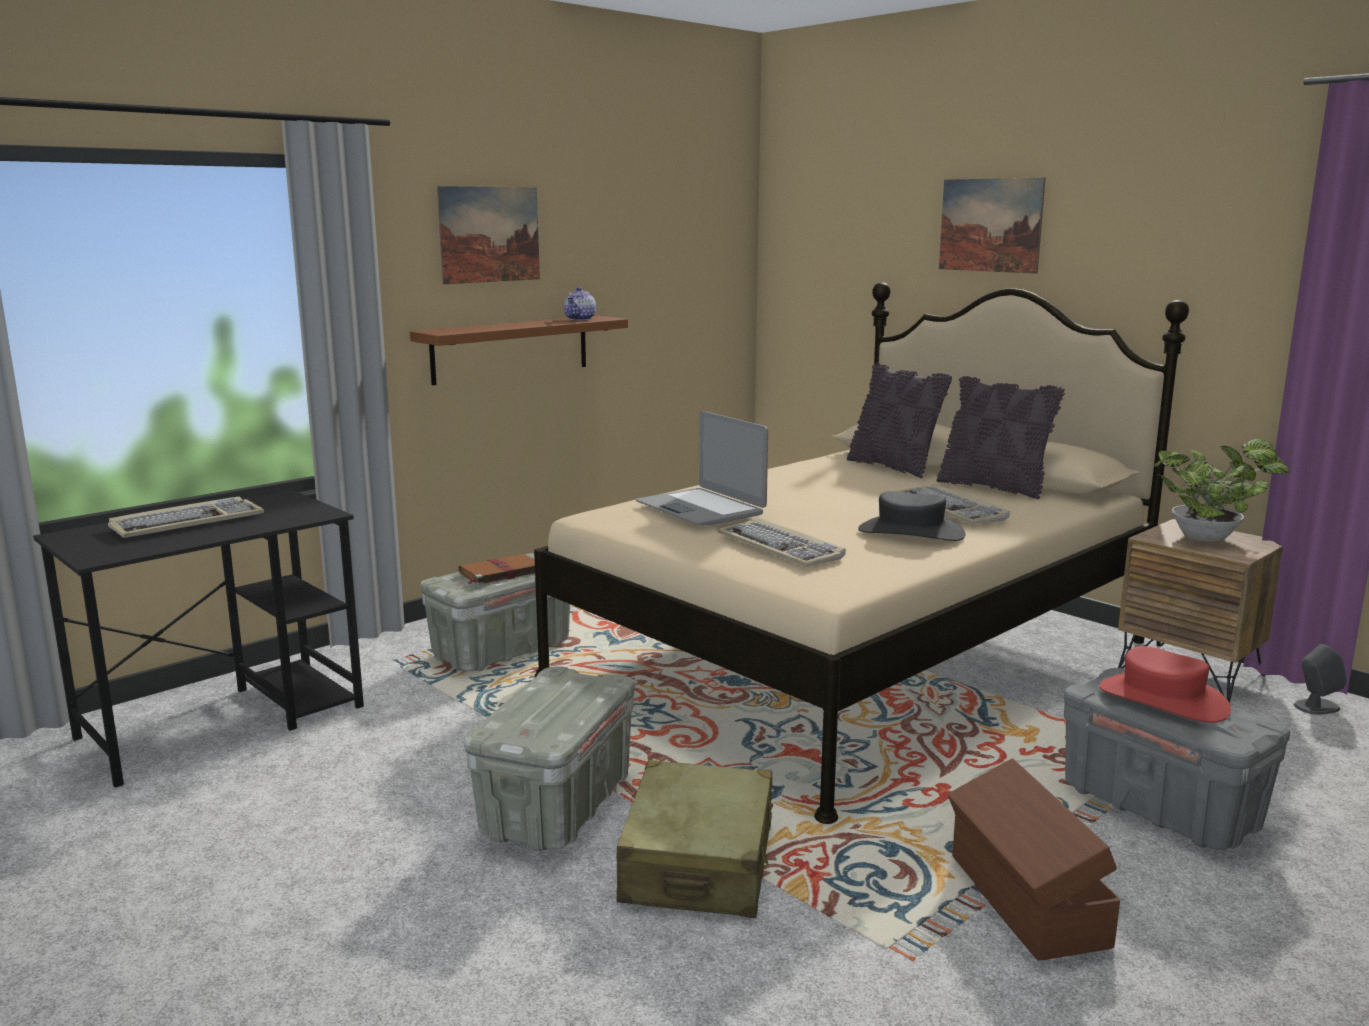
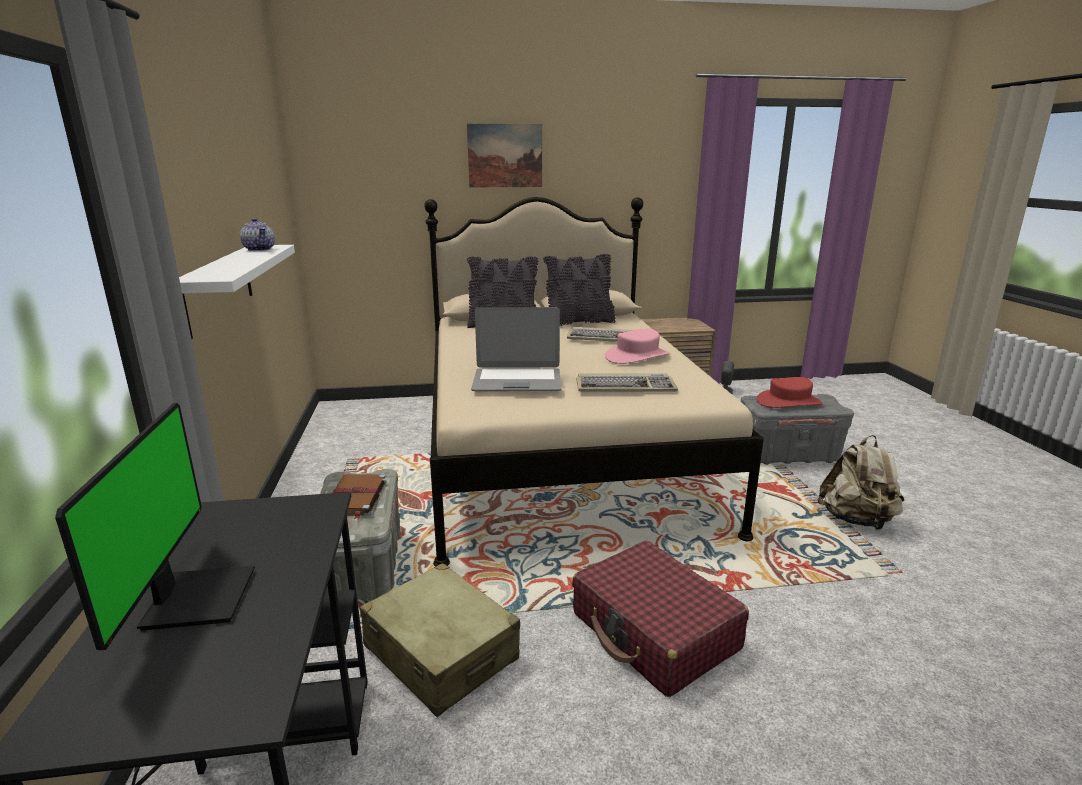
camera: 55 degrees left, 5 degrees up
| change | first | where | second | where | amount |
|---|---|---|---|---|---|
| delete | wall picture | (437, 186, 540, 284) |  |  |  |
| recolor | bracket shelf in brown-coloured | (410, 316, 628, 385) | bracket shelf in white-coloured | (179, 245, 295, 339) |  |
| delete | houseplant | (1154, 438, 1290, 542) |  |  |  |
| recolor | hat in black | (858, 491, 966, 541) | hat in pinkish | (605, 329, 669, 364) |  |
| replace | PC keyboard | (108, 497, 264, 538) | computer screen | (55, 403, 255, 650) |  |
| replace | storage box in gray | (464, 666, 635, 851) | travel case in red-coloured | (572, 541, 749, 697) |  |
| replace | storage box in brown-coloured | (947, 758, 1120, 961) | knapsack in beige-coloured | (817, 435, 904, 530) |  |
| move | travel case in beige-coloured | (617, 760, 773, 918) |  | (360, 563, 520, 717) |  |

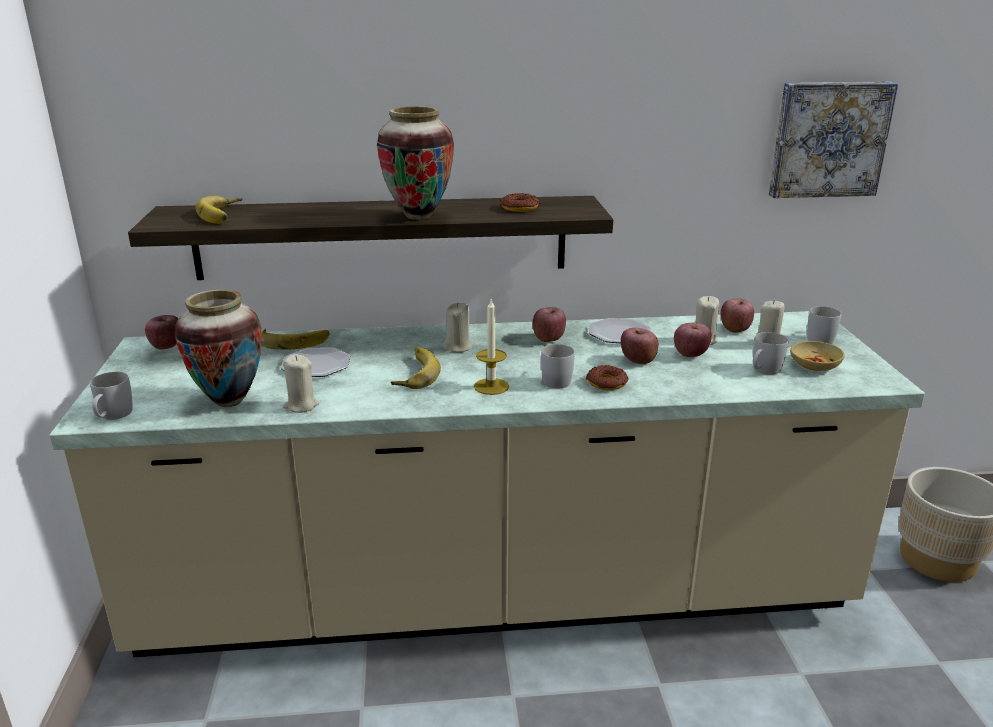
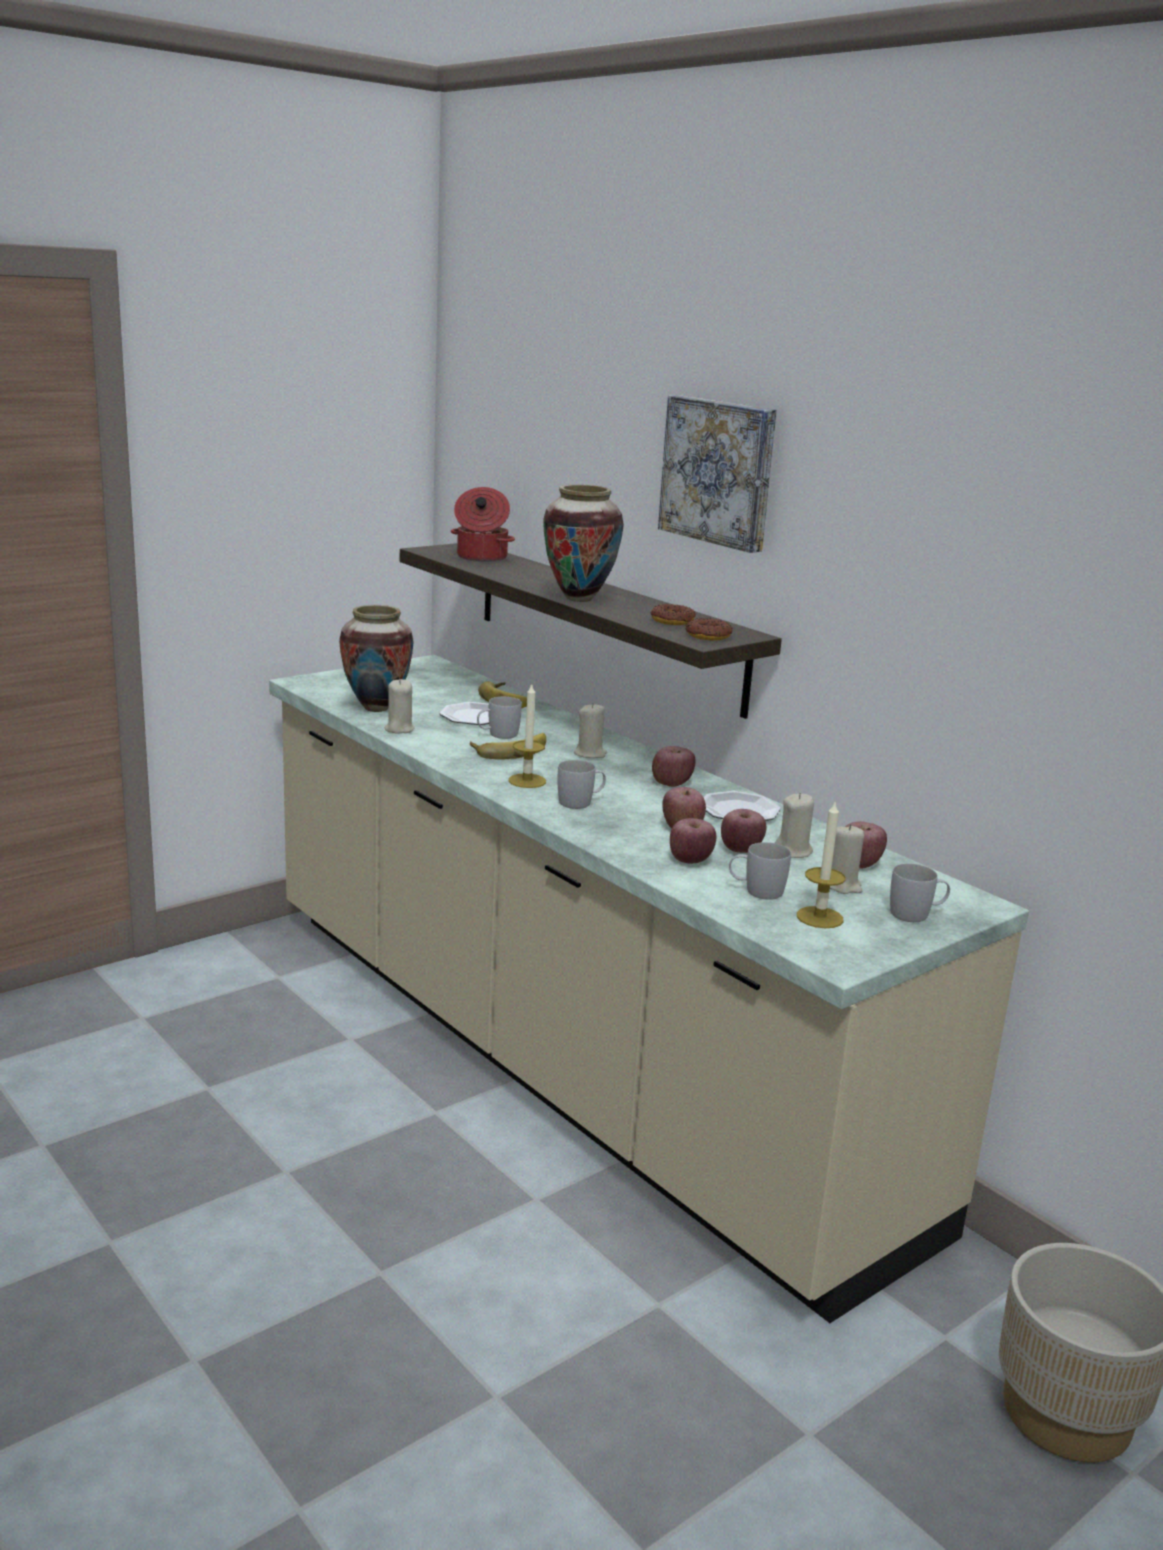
camera: 55 degrees right, 5 degrees down
| change | first | where | second | where | amount |
|---|---|---|---|---|---|
| move | wall picture | (769, 82, 898, 198) |  | (658, 395, 777, 553) |  |
| replace | banana fruit | (195, 196, 242, 224) | cooking pot | (451, 487, 515, 562) |  |
| move | whole apple | (145, 315, 179, 350) |  | (670, 818, 717, 864) |  |
| replace | serving bowl in beige-coloured | (790, 341, 845, 371) | wax light | (797, 802, 846, 928) |  |
| move | ring doughnut | (585, 365, 628, 390) |  | (686, 618, 733, 640) |  |
| move | coffee mug in white-coloured | (90, 372, 133, 420) |  | (477, 697, 522, 739) |  |

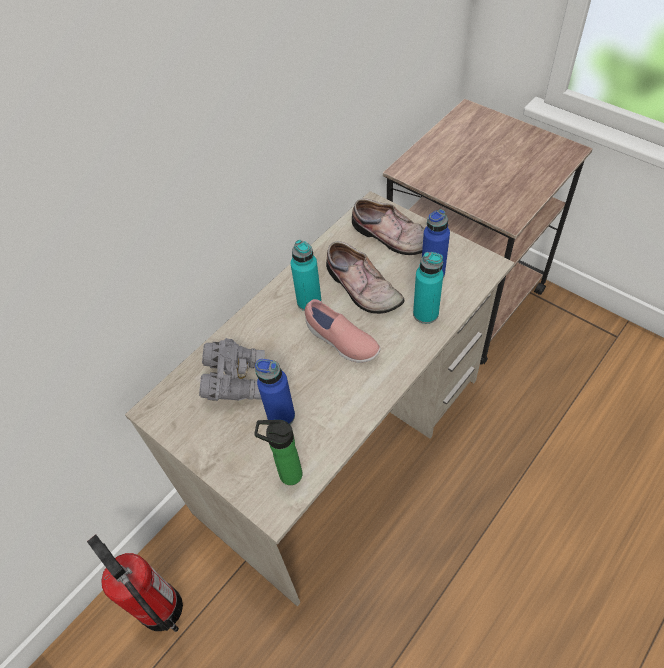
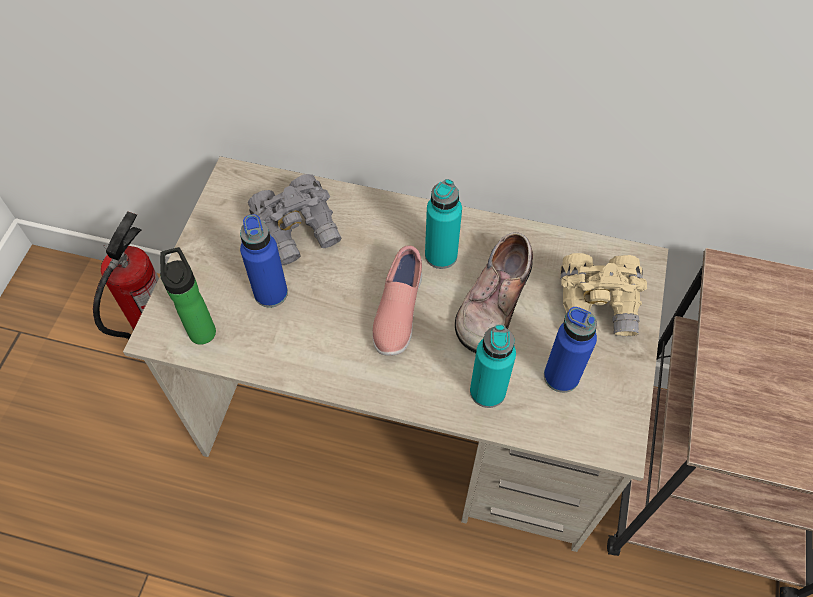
camera: 60 degrees right, 5 degrees up
| change | first | where | second | where | amount |
|---|---|---|---|---|---|
| replace | shoe | (352, 198, 425, 255) | pair of binoculars in beige-coloured | (560, 253, 647, 336) |  |

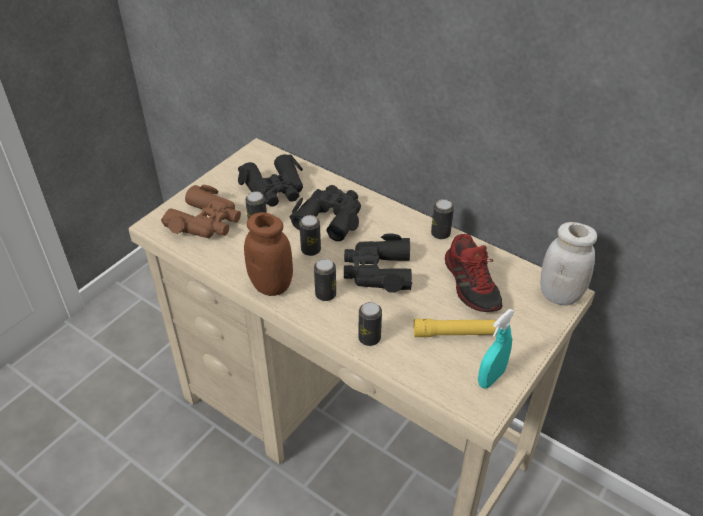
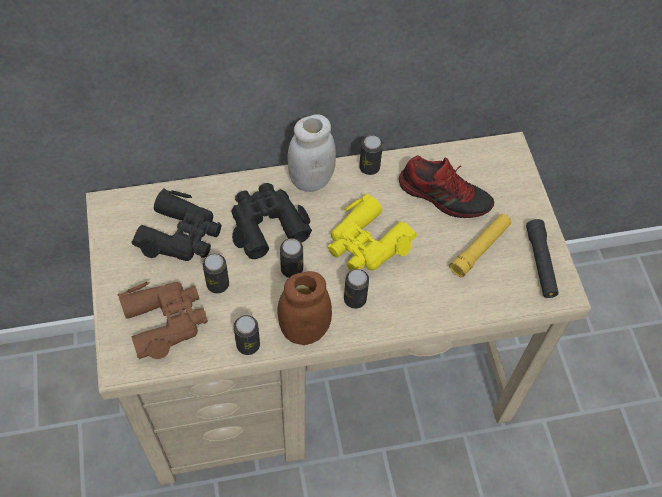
camera: 50 degrees left, 15 degrees up
| change | first | where | second | where | amount |
|---|---|---|---|---|---|
| move | preserve jar in white-coloured | (540, 222, 597, 306) |  | (288, 114, 336, 192) |  |
| recolor | pair of binoculars in black | (344, 233, 412, 293) | pair of binoculars in yellow | (328, 193, 417, 270) |  |
| move | sealed can | (358, 302, 382, 346) |  | (234, 315, 260, 355) |  |
| replace | spray bottle in turquoise | (478, 309, 515, 389) | flashlight in black | (526, 219, 559, 298) |  |

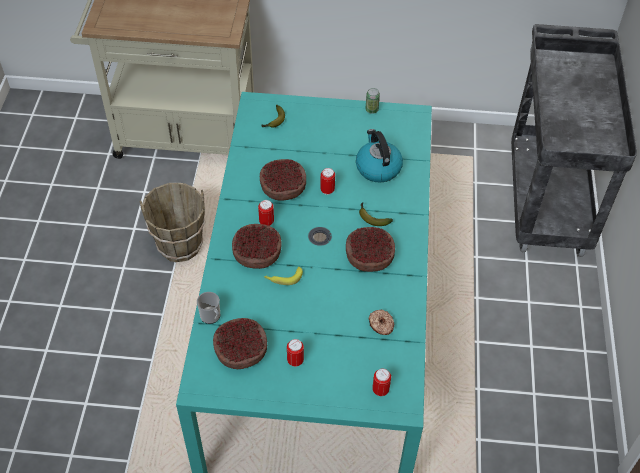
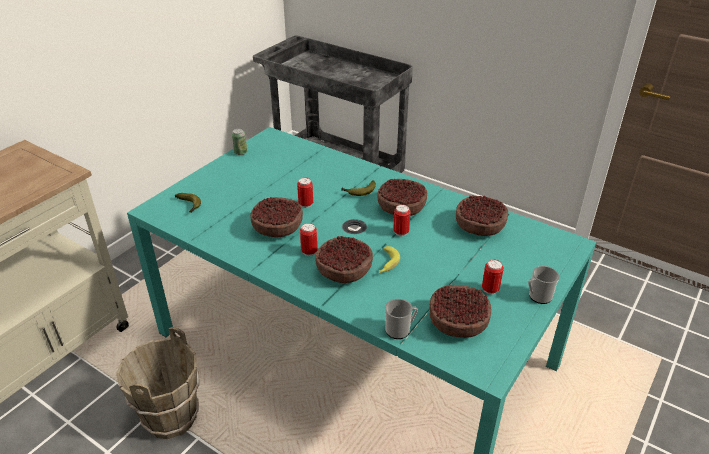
camera: 60 degrees left, 15 degrees down
| change | first | where | second | where | amount |
|---|---|---|---|---|---|
| delete | kettle | (356, 129, 403, 183) |  |  |  |
| replace | ring doughnut | (368, 310, 394, 335) | serving bowl | (456, 195, 508, 236) |  |
| move | sealed can | (372, 368, 391, 396) |  | (393, 204, 410, 236) |  |
| insert |  |  | coffee mug | (528, 266, 559, 304) |  |

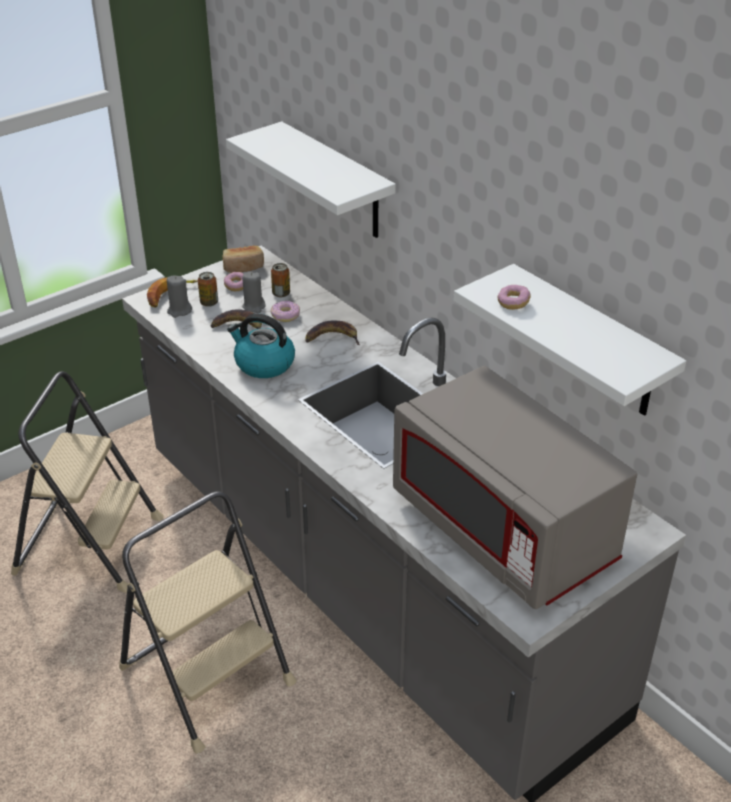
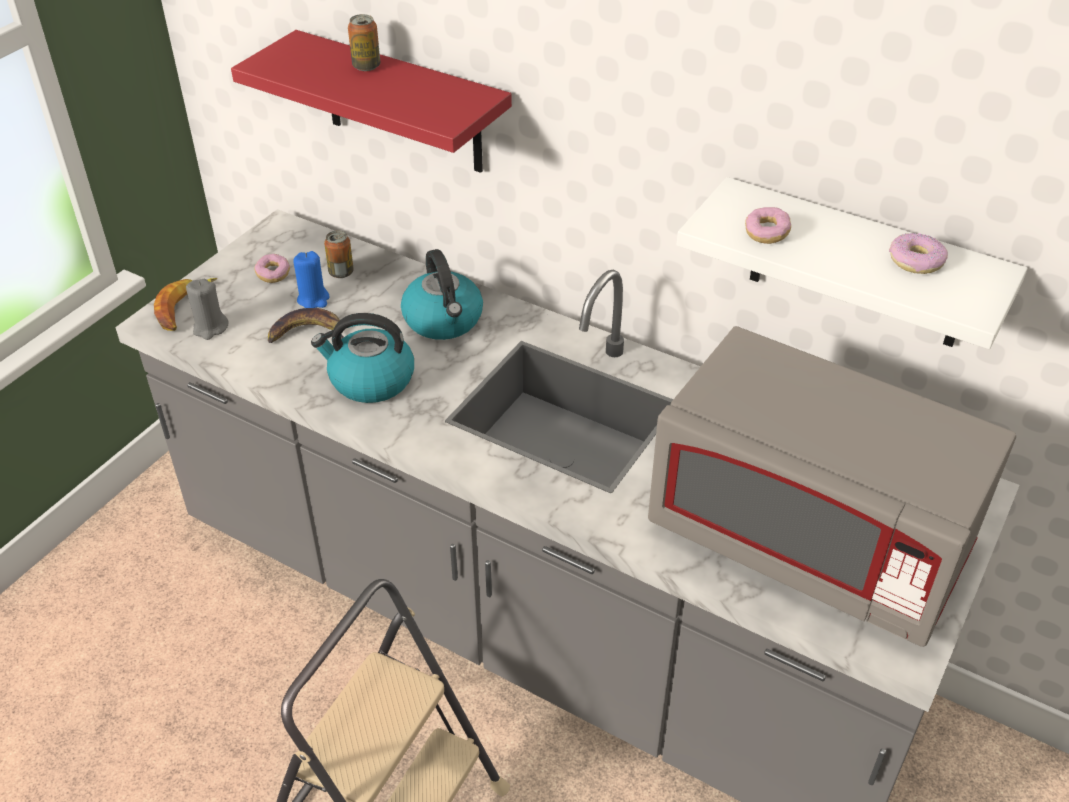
camera: 20 degrees left, 5 degrees up
| change | first | where | second | where | amount |
|---|---|---|---|---|---|
| recolor | bracket shelf in white-coloured | (226, 121, 396, 238) | bracket shelf in red-coloured | (231, 30, 512, 173) |  |
| delete | bakery bread | (222, 246, 264, 273) |  |  |  |
| move | sealed can | (198, 272, 218, 307) |  | (348, 14, 381, 71) |  |
| recolor | wax light in gray | (242, 272, 266, 313) | wax light in blue | (293, 251, 330, 308) |  |
| move | ring doughnut | (271, 300, 300, 322) |  | (889, 233, 948, 274) |  |
| replace | banana fruit | (305, 320, 360, 345) | kettle | (401, 249, 483, 340) |  |
| delete | stepladder in beige-coloured | (11, 371, 164, 593) |  |  |  |

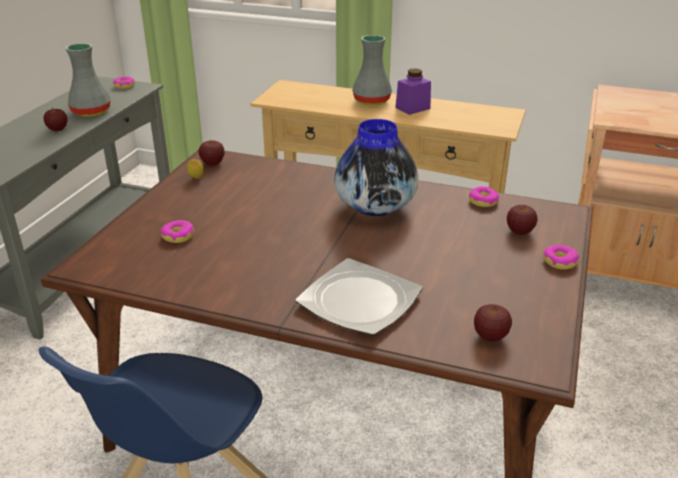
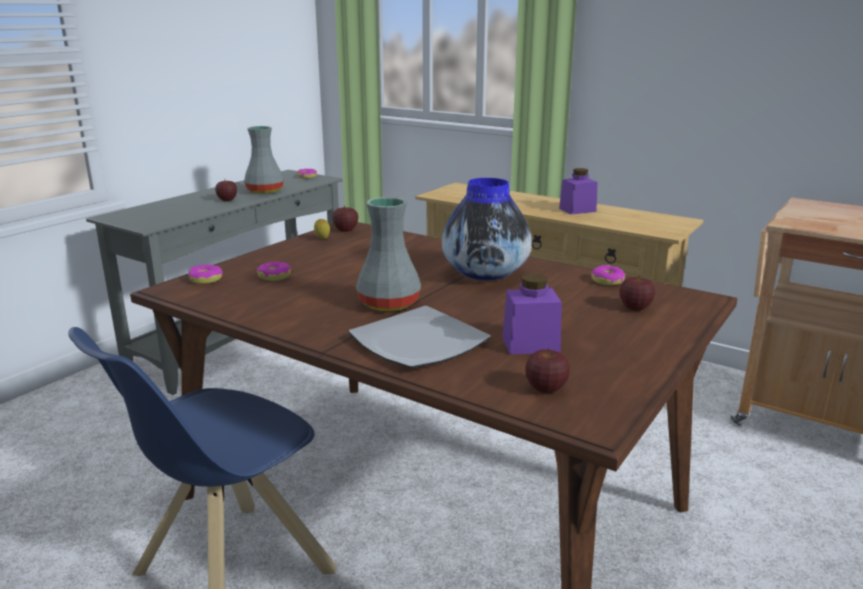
camera: 15 degrees right, 10 degrees down
| change | first | where | second | where | amount |
|---|---|---|---|---|---|
| move | decorative vase in gray | (352, 35, 392, 105) |  | (356, 197, 421, 311) |  |
| move | ring doughnut | (543, 245, 579, 270) |  | (188, 265, 223, 284) |  |
| insert |  |  | preserve jar in purple-coloured | (502, 273, 562, 354) |  |

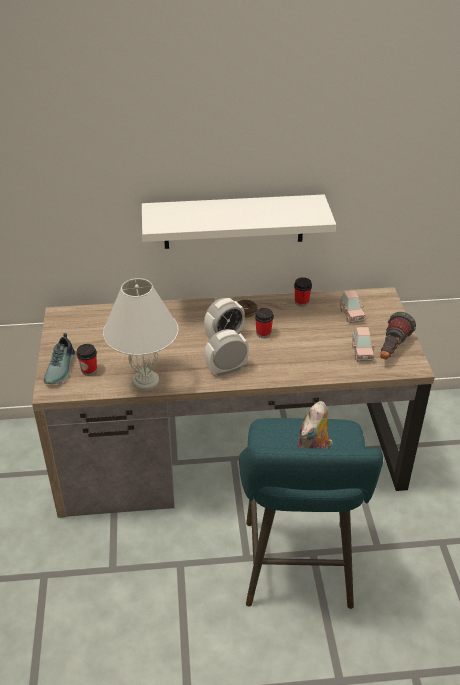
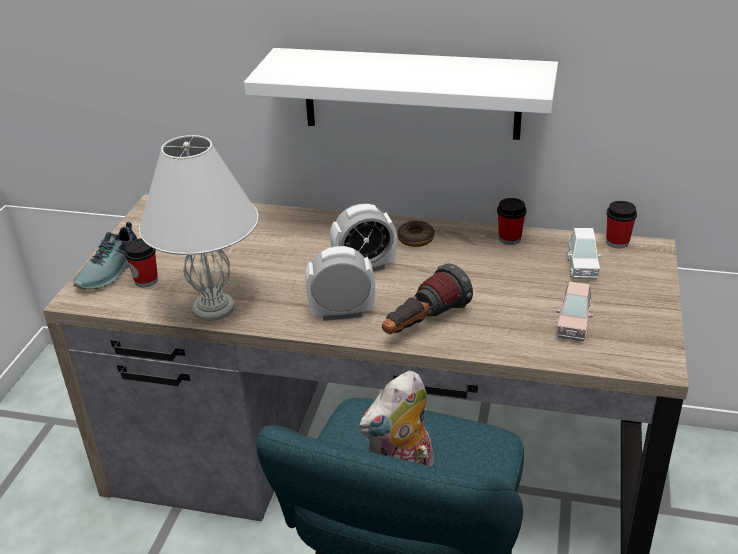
camera: 20 degrees right, 5 degrees down
| change | first | where | second | where | amount |
|---|---|---|---|---|---|
| recolor | miniature car in pinkish | (340, 290, 365, 323) | miniature car in white-coloured | (567, 228, 602, 280) |  |
| move | small cup | (255, 308, 274, 338) |  | (606, 201, 637, 248) |  |
| move | flashlight | (380, 312, 416, 359) |  | (382, 263, 473, 334) |  |

